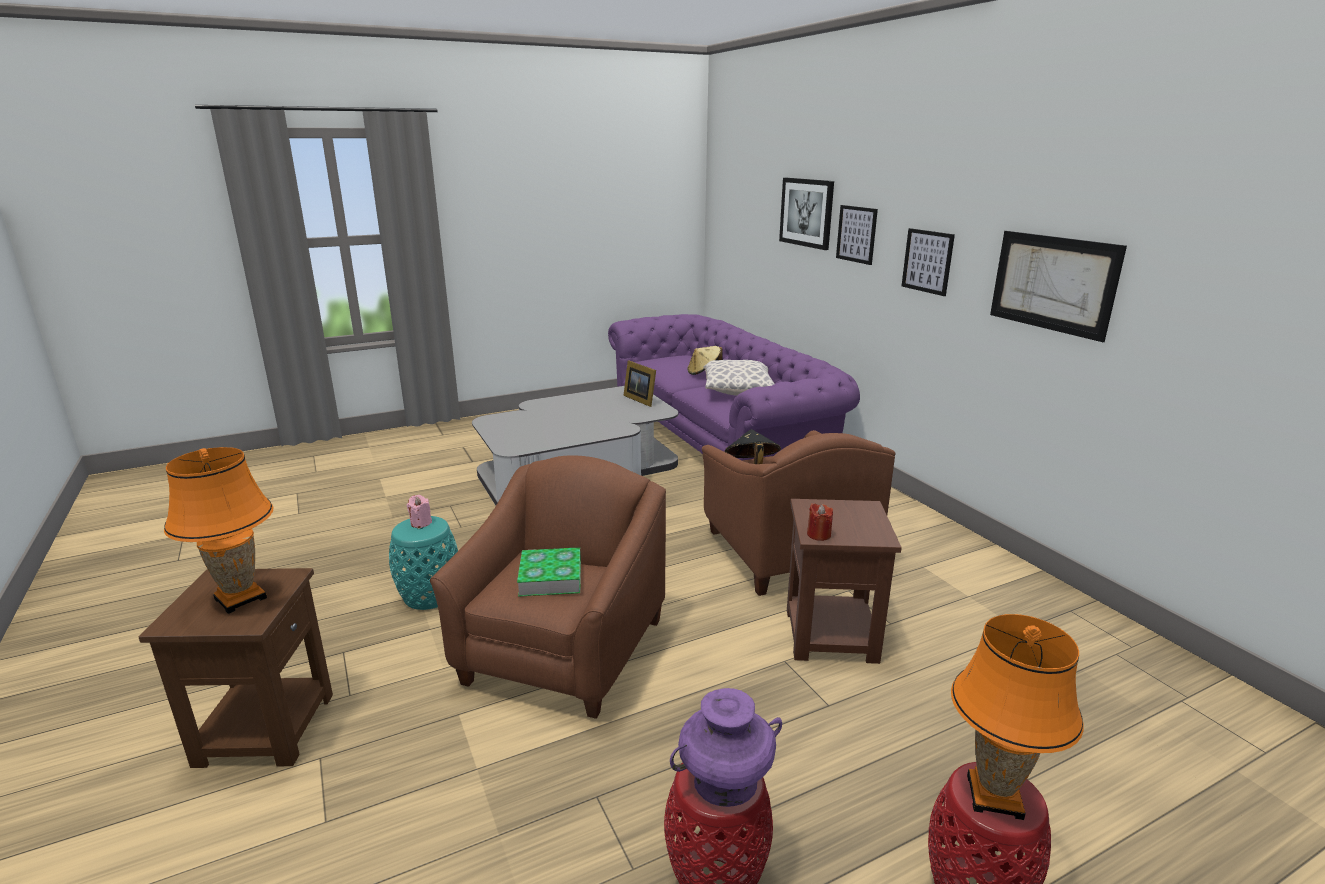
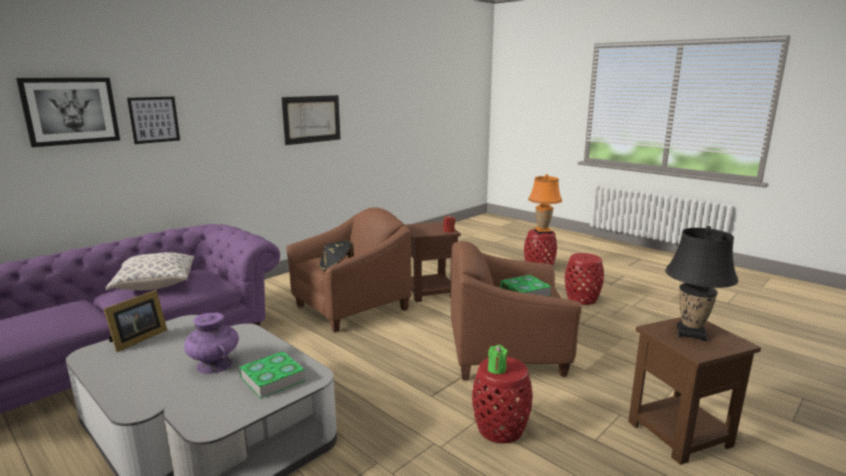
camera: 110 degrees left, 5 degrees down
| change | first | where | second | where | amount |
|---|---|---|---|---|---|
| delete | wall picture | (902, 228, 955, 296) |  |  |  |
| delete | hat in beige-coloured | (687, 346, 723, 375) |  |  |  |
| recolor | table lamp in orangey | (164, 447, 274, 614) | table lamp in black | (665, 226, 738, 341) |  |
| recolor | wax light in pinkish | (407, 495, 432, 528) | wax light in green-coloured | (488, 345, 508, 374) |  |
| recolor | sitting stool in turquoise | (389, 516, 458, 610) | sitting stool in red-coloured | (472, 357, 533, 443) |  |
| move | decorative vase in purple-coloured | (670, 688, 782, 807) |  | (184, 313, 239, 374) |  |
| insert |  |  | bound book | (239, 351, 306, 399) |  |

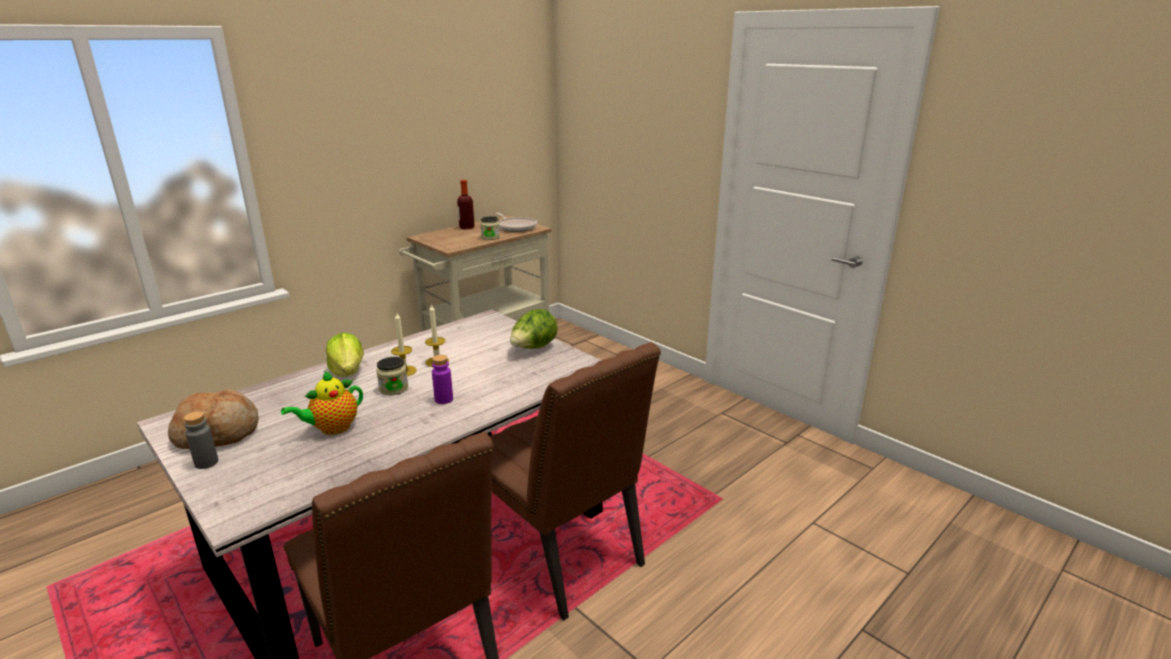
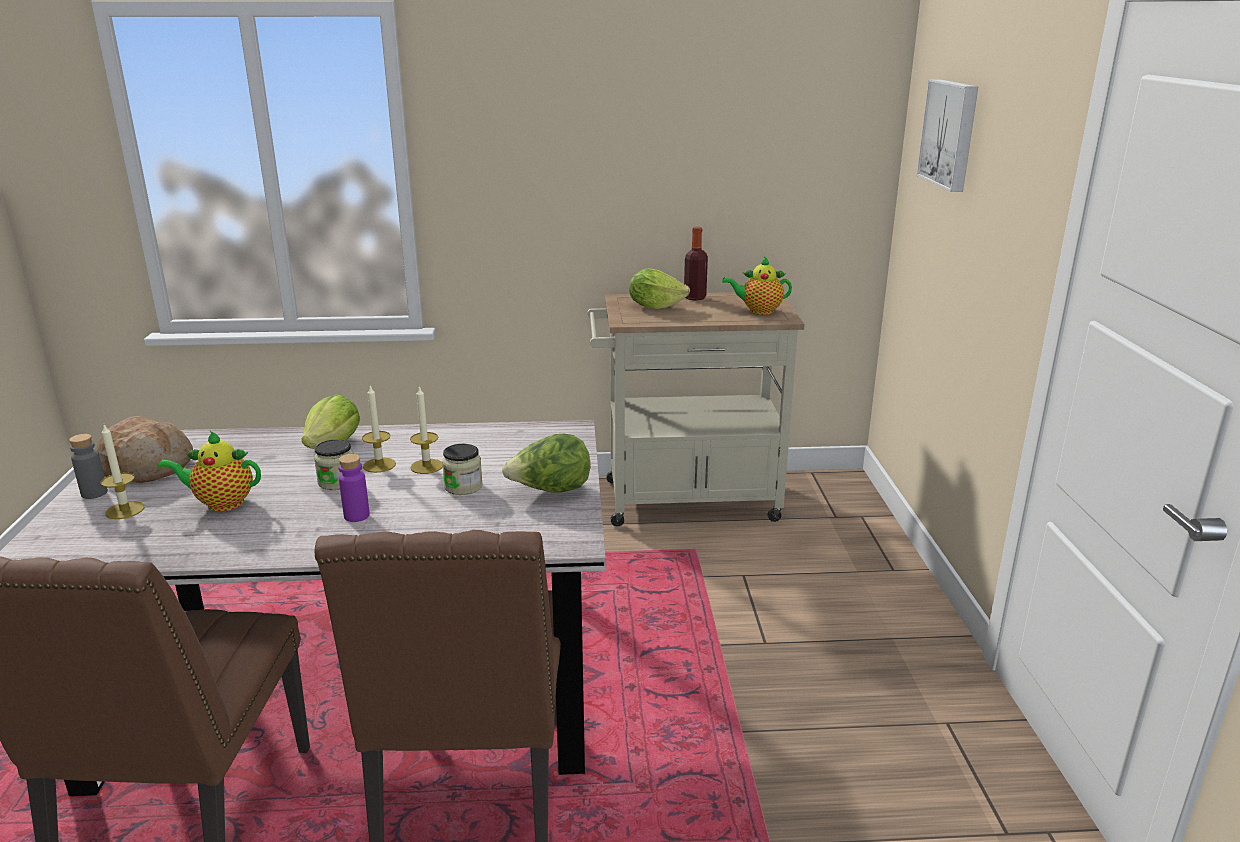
camera: 40 degrees right, 0 degrees up
| change | first | where | second | where | amount |
|---|---|---|---|---|---|
| replace | pan | (496, 213, 537, 232) | teapot | (722, 256, 792, 315) |  |
| move | preserve jar | (480, 216, 500, 240) |  | (442, 444, 483, 495) |  |
| insert |  |  | wall picture | (916, 79, 978, 192) |  |
| insert |  |  | lettuce head | (629, 268, 690, 310) |  |
| insert |  |  | wax light | (101, 425, 144, 519) |  |

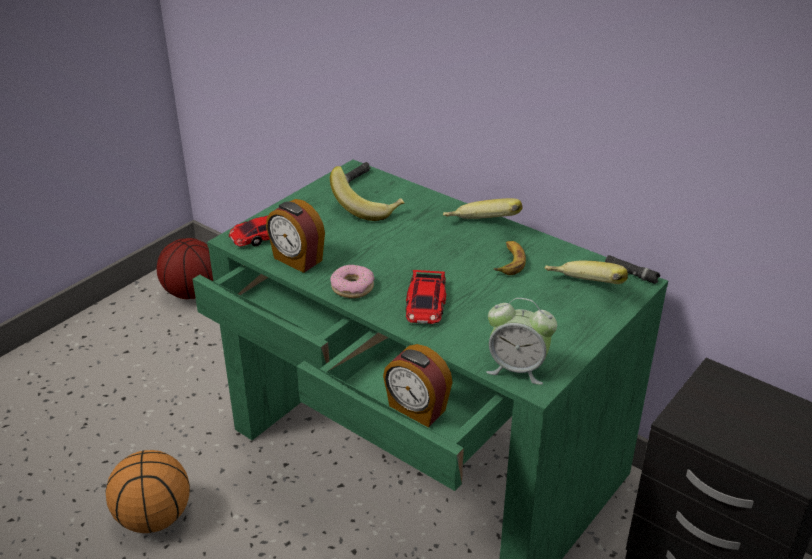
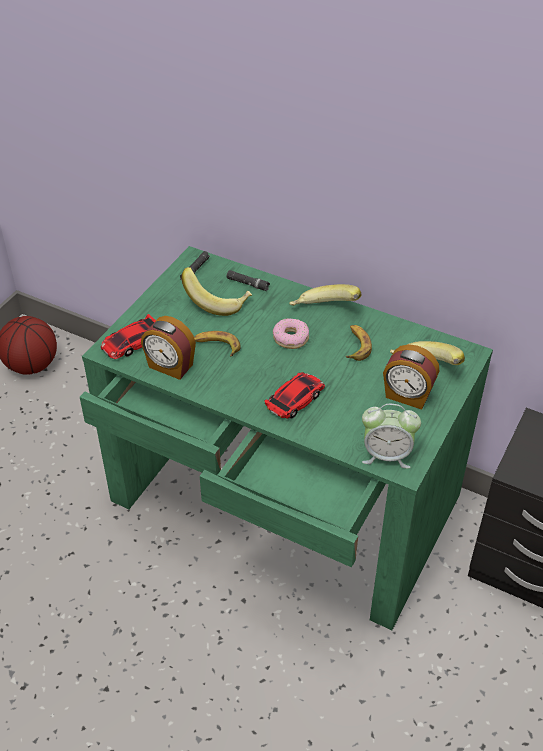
camera: 10 degrees left, 10 degrees up
| change | first | where | second | where | amount |
|---|---|---|---|---|---|
| move | flashlight in black | (605, 255, 660, 284) |  | (227, 270, 270, 291) |  |
| move | ring doughnut | (330, 265, 374, 298) |  | (273, 318, 309, 349) |  |
| rotate | miniature car | (406, 270, 446, 324) |  | (264, 372, 325, 419) | 135 degrees counterclockwise |
| move | bedside clock | (383, 344, 453, 428) |  | (383, 344, 440, 410) |  |
| delete | ball for basketball | (106, 450, 190, 533) |  |  |  |
| insert |  |  | banana fruit | (194, 331, 241, 357) |  |

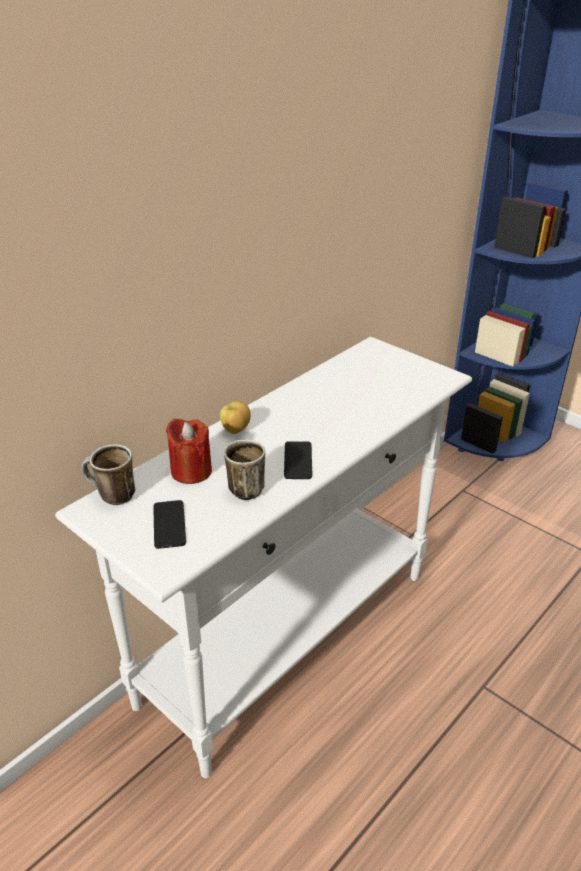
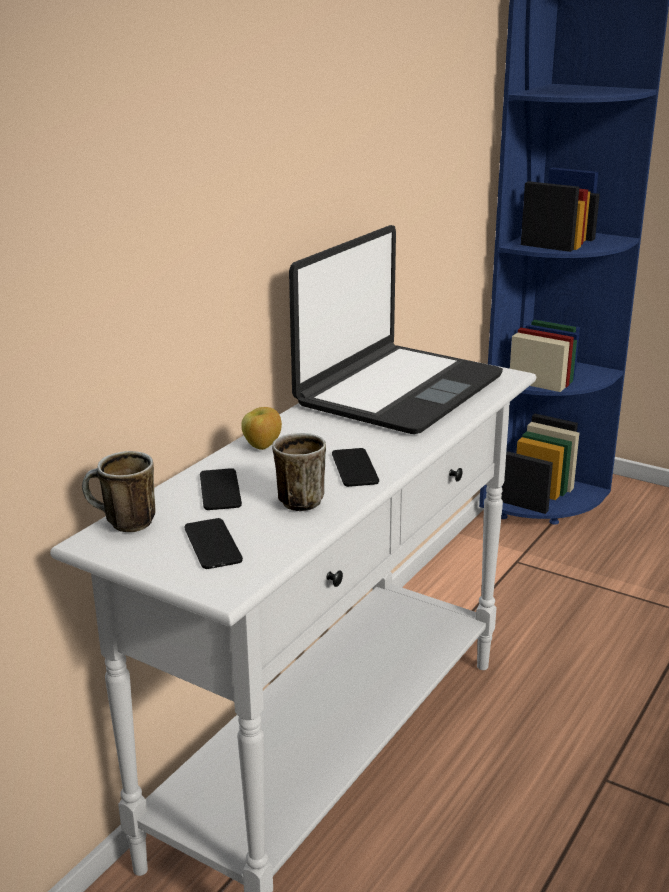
camera: 10 degrees left, 10 degrees down
| change | first | where | second | where | amount |
|---|---|---|---|---|---|
| replace | wax light in red-coloured | (166, 419, 212, 484) | phone | (200, 468, 242, 510) |  |
| insert |  |  | notebook computer | (289, 225, 503, 434) |  |

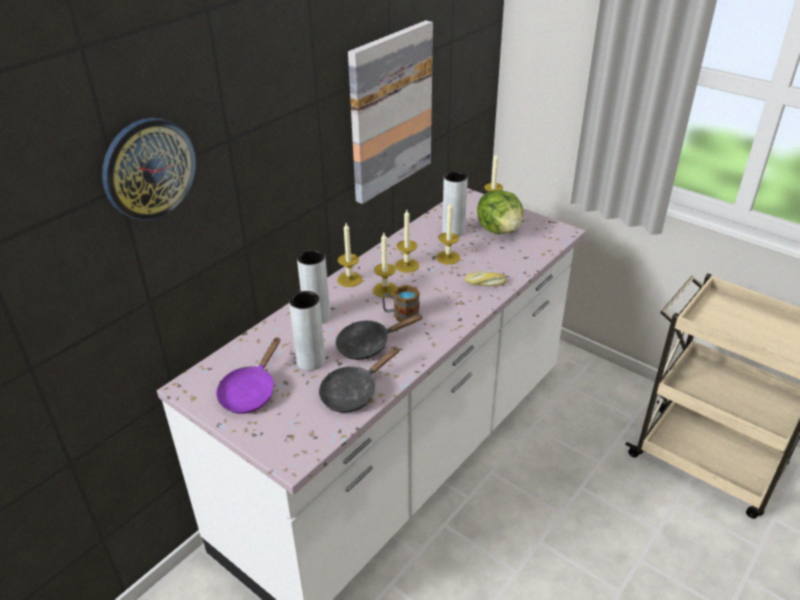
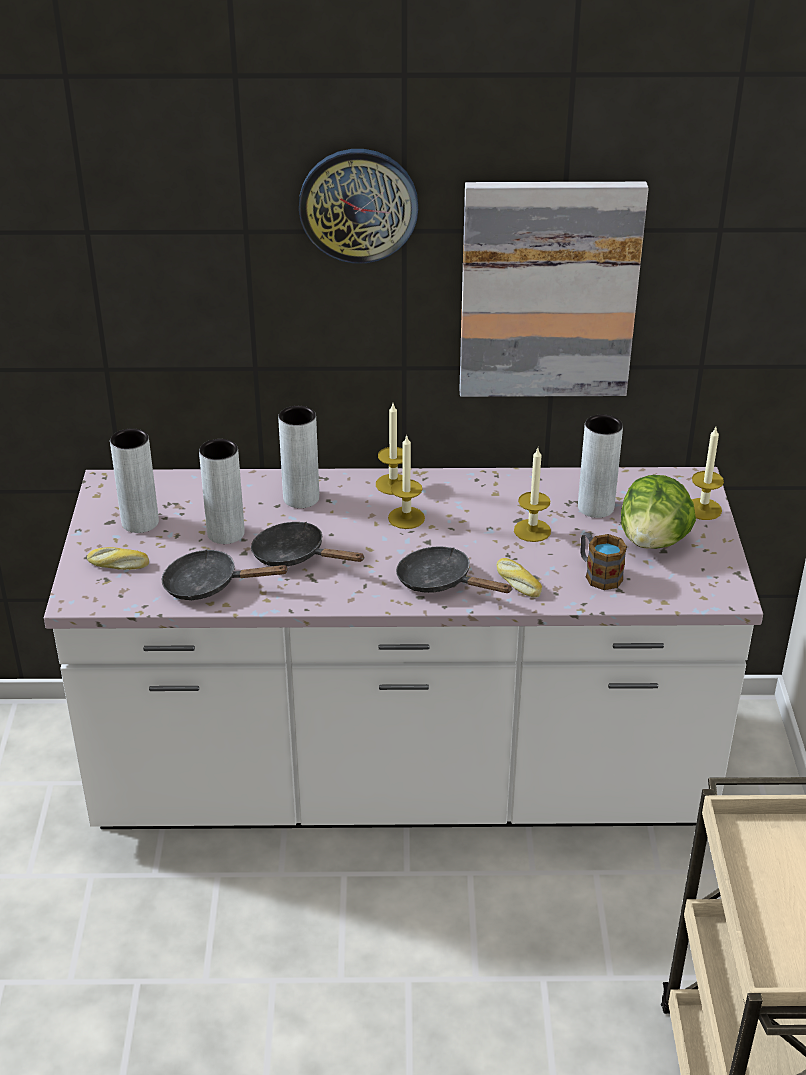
camera: 50 degrees right, 0 degrees up
| change | first | where | second | where | amount |
|---|---|---|---|---|---|
| move | hanging clock | (102, 118, 196, 221) |  | (299, 149, 418, 263) |  |
| delete | wax light | (395, 210, 419, 273) |  |  |  |
| move | coffee mug | (382, 285, 420, 322) |  | (581, 532, 627, 590) |  |
| replace | pan in purple-coloured | (216, 337, 280, 414) | decorative vase in gray | (110, 428, 159, 533) |  |
| insert |  |  | pan in black | (396, 546, 513, 593) |  |
| insert |  |  | bakery bread | (87, 547, 149, 570) |  |

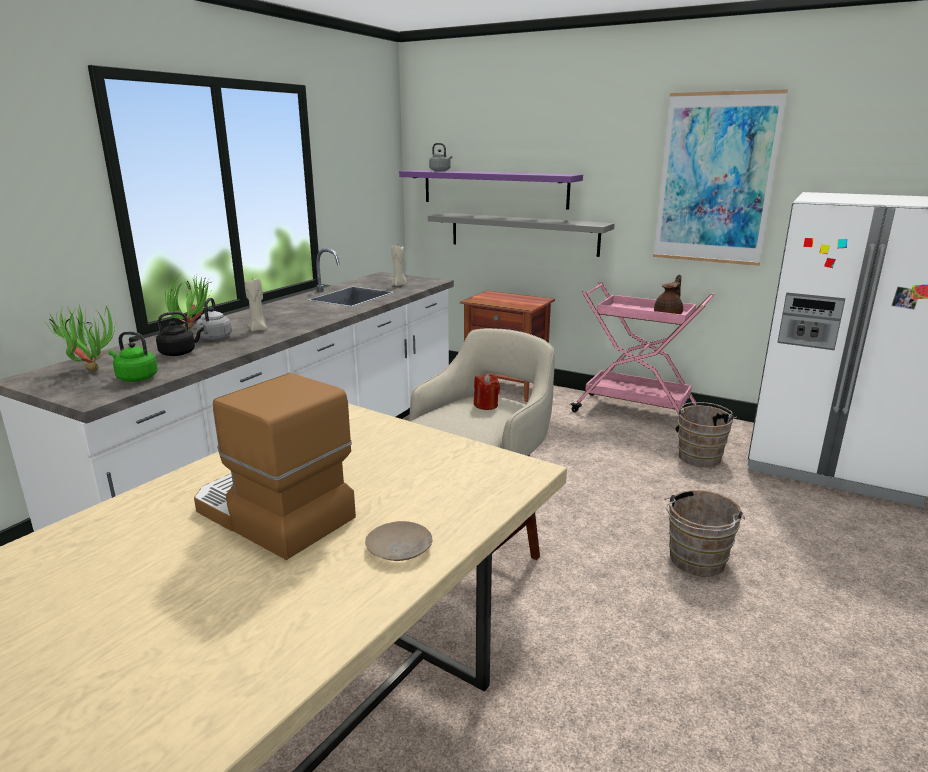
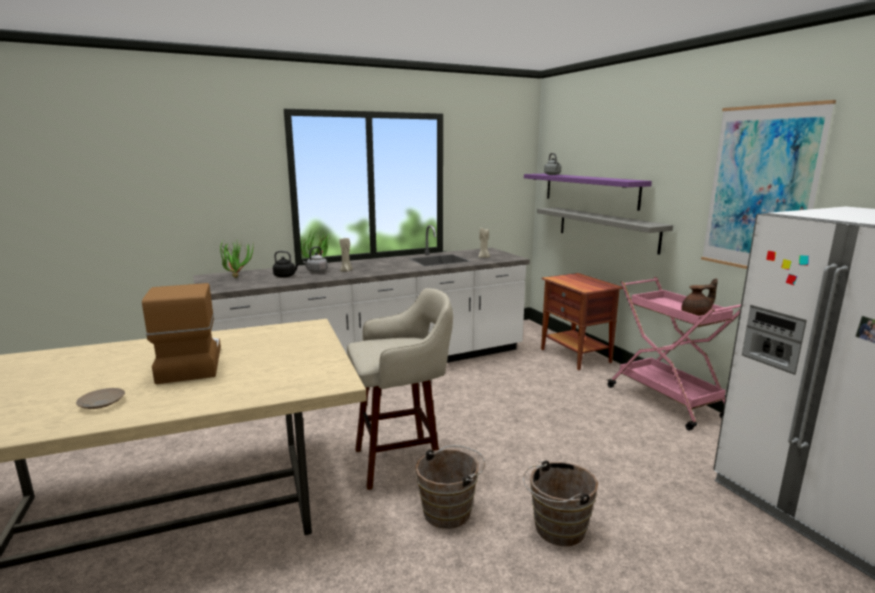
camera: 35 degrees right, 5 degrees down
| change | first | where | second | where | amount |
|---|---|---|---|---|---|
| delete | kettle in green-coloured | (109, 332, 158, 382) |  |  |  |
| delete | wax light in red-coloured | (474, 373, 500, 410) |  |  |  |
| move | pail in brown-coloured | (676, 402, 737, 467) |  | (415, 445, 485, 529) |  |
| move | plate in beige-coloured | (365, 521, 433, 561) |  | (76, 388, 125, 409) |  |

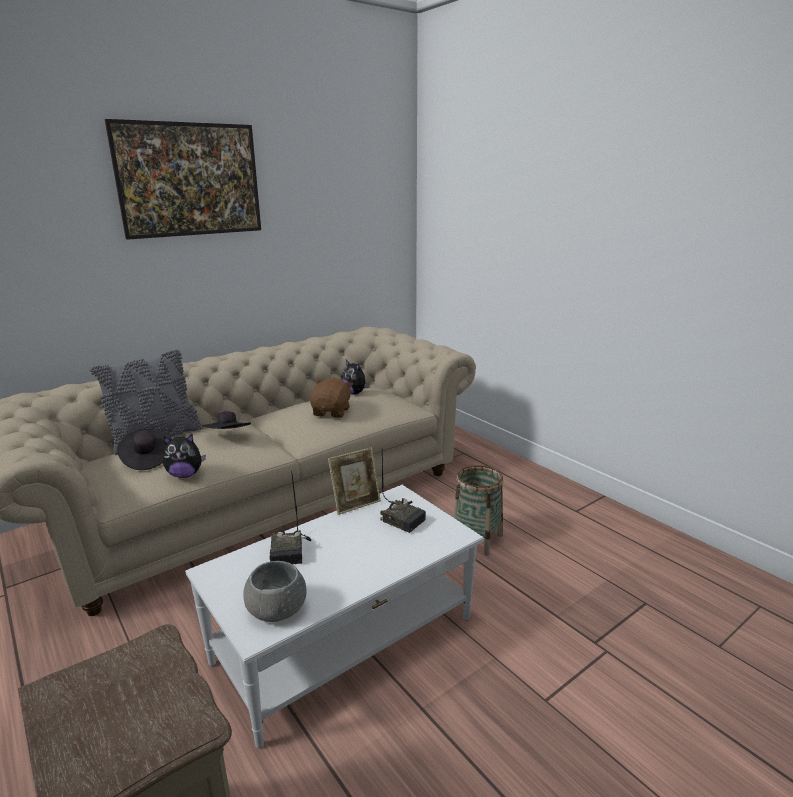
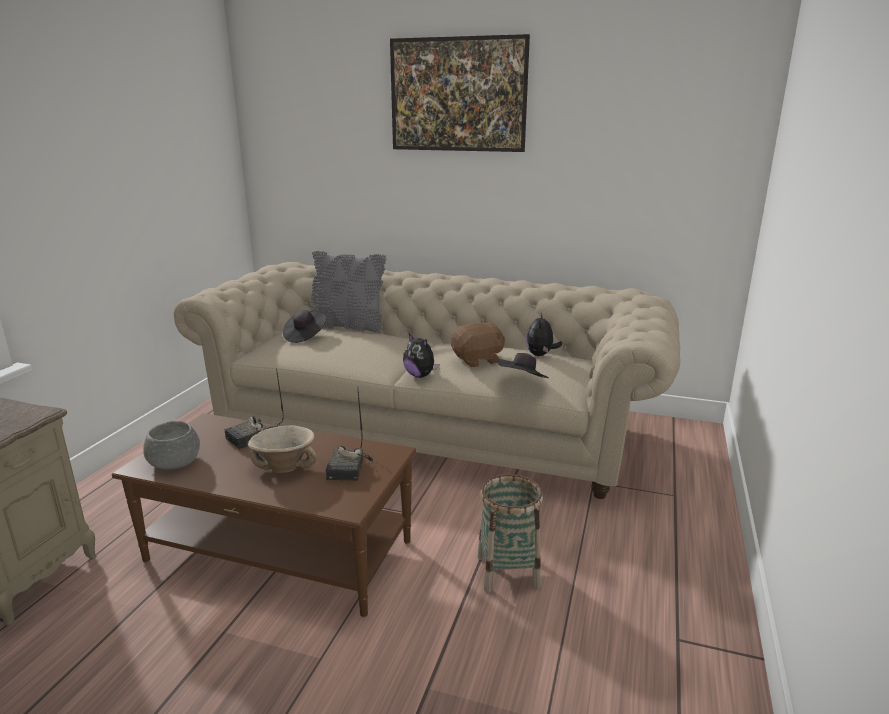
camera: 55 degrees right, 0 degrees up
| change | first | where | second | where | amount |
|---|---|---|---|---|---|
| move | hat in black | (201, 411, 251, 429) |  | (497, 353, 549, 378) |  |
| move | cuddly toy | (163, 435, 206, 478) |  | (403, 334, 440, 378) |  |
| delete | photo frame | (328, 448, 381, 515) |  |  |  |
| recolor | low table in white-coloured | (185, 485, 484, 748) | low table in brown-coloured | (112, 413, 416, 618) |  |
| insert |  |  | serving bowl in beige-coloured | (248, 425, 317, 473) |  |

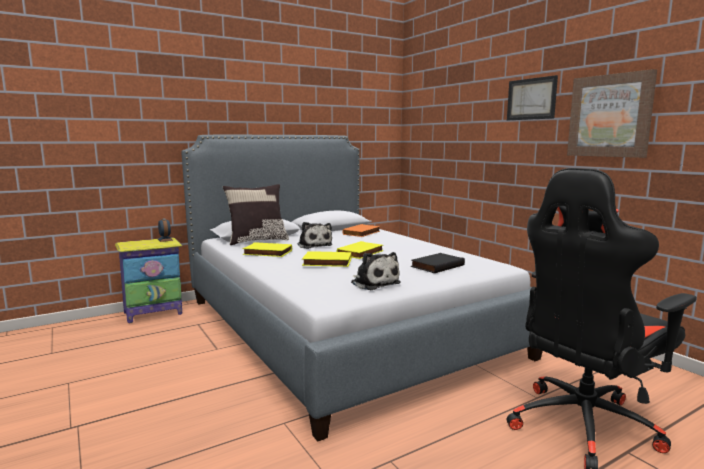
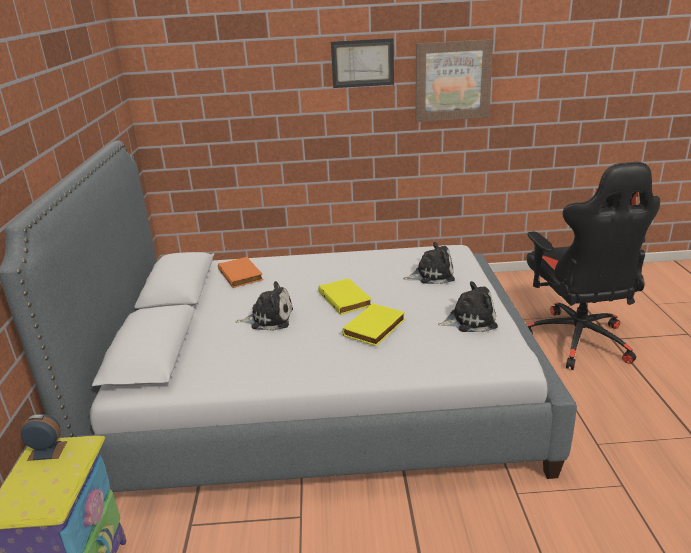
camera: 60 degrees left, 15 degrees up
| change | first | where | second | where | amount |
|---|---|---|---|---|---|
| delete | throw pillow | (223, 184, 289, 245) |  |  |  |
| delete | bound book in yellow | (243, 242, 292, 257) |  |  |  |
| replace | bound book in black | (411, 253, 465, 273) | cuddly toy | (403, 242, 455, 284) |  |

